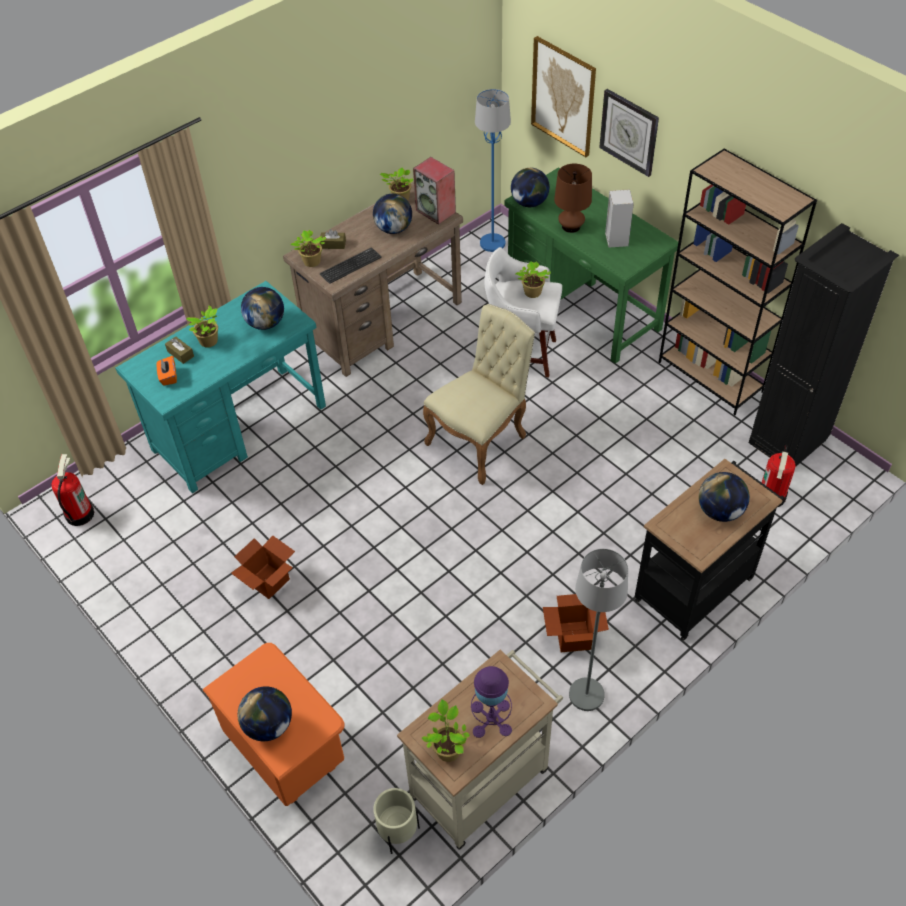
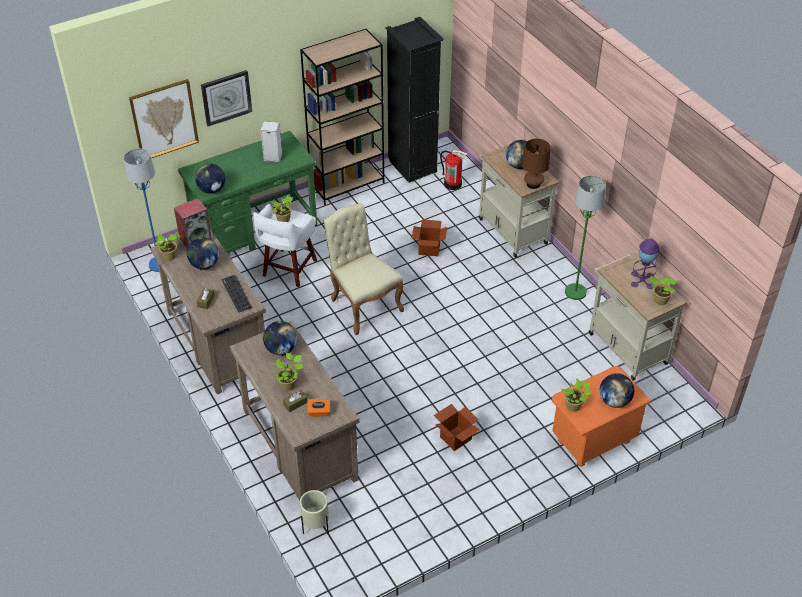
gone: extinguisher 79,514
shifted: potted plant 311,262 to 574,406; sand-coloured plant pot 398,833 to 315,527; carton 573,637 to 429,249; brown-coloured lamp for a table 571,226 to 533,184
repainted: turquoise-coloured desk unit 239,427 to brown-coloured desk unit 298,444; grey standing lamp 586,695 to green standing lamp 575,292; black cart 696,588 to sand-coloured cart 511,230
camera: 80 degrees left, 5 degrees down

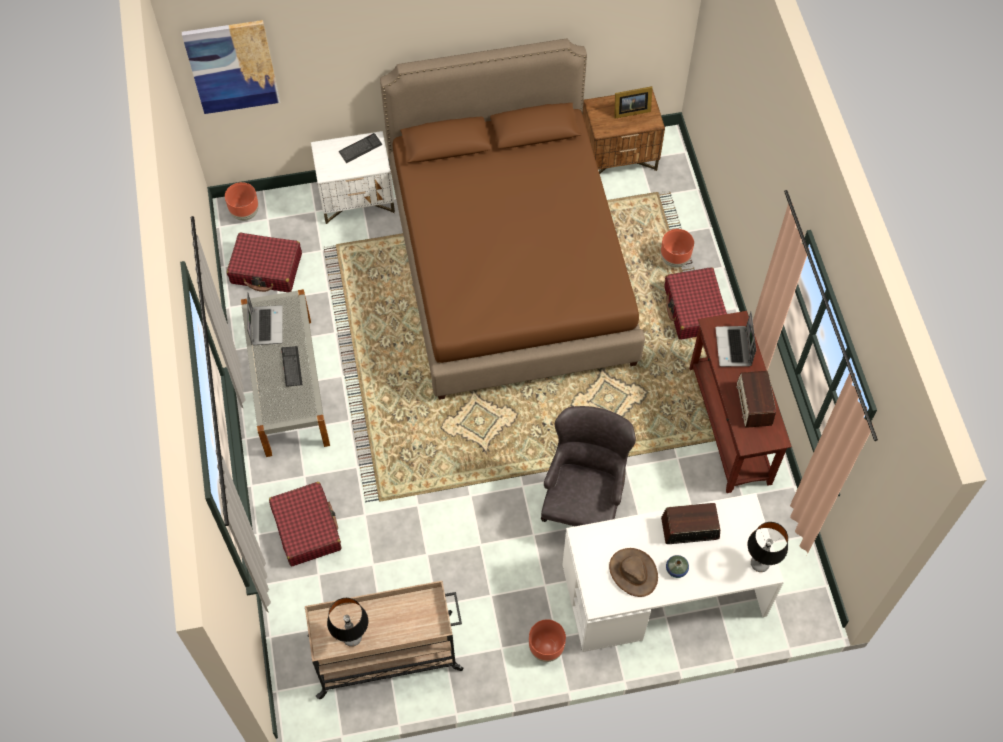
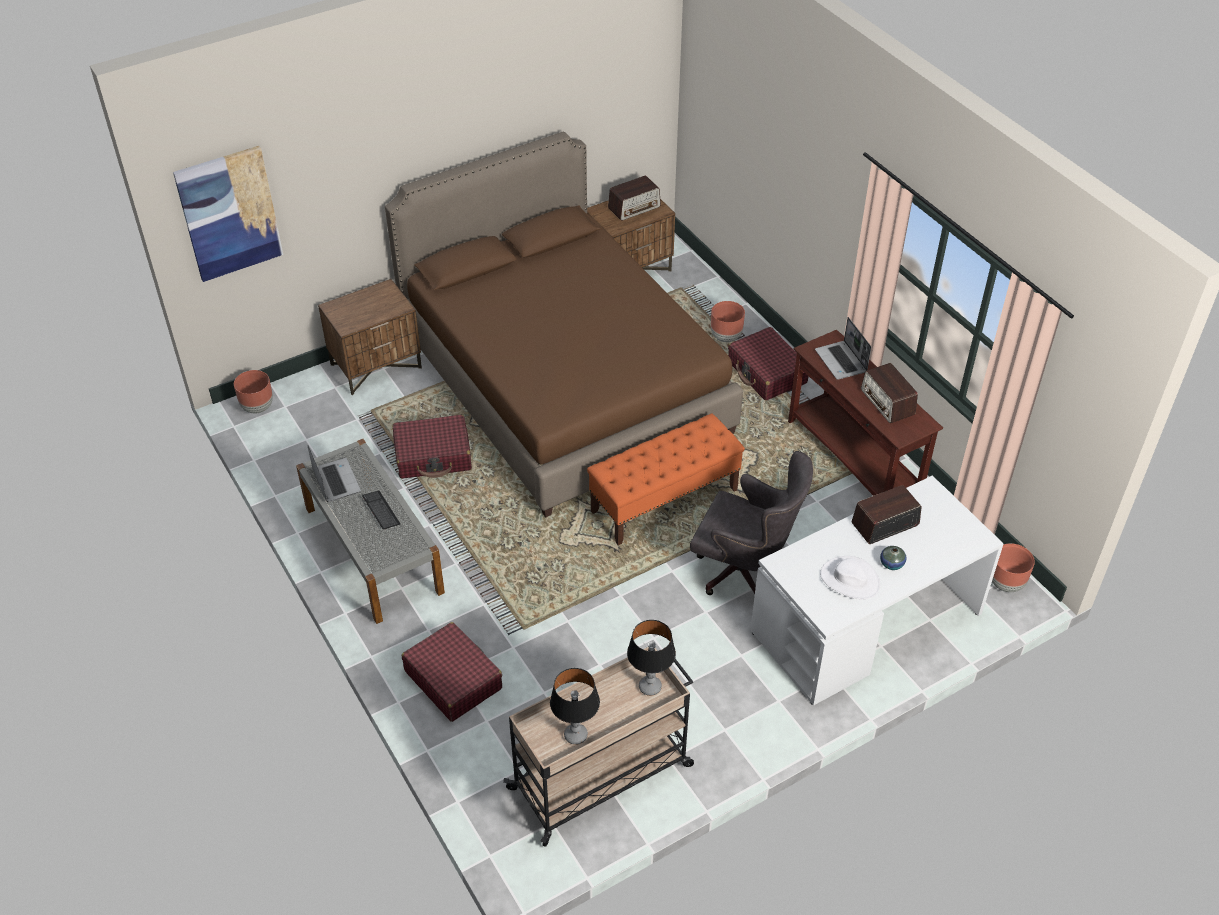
gone: keyboard 360,148
new: orange-coloured indoor bench 664,501
shifted: red travel case 266,269 to 433,456; brown-coloured plant pot 546,649 to 1006,584; lamp for a table 759,564 to 649,687
swapped: picture frame 630,111 to radio receiver 634,207
repainted: white bedside table 357,199 to brown-coloured bedside table 376,366; brown-coloured hat 633,572 to white hat 849,580
rotated: grey computer chair 582,508 = 744,573 120 degrees clockwise
camera: 20 degrees left, 15 degrees down

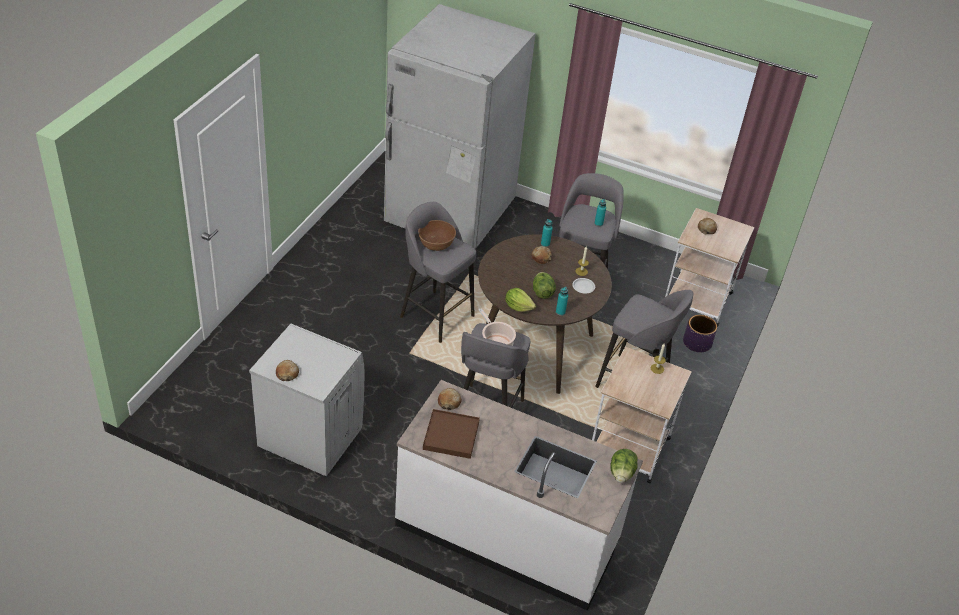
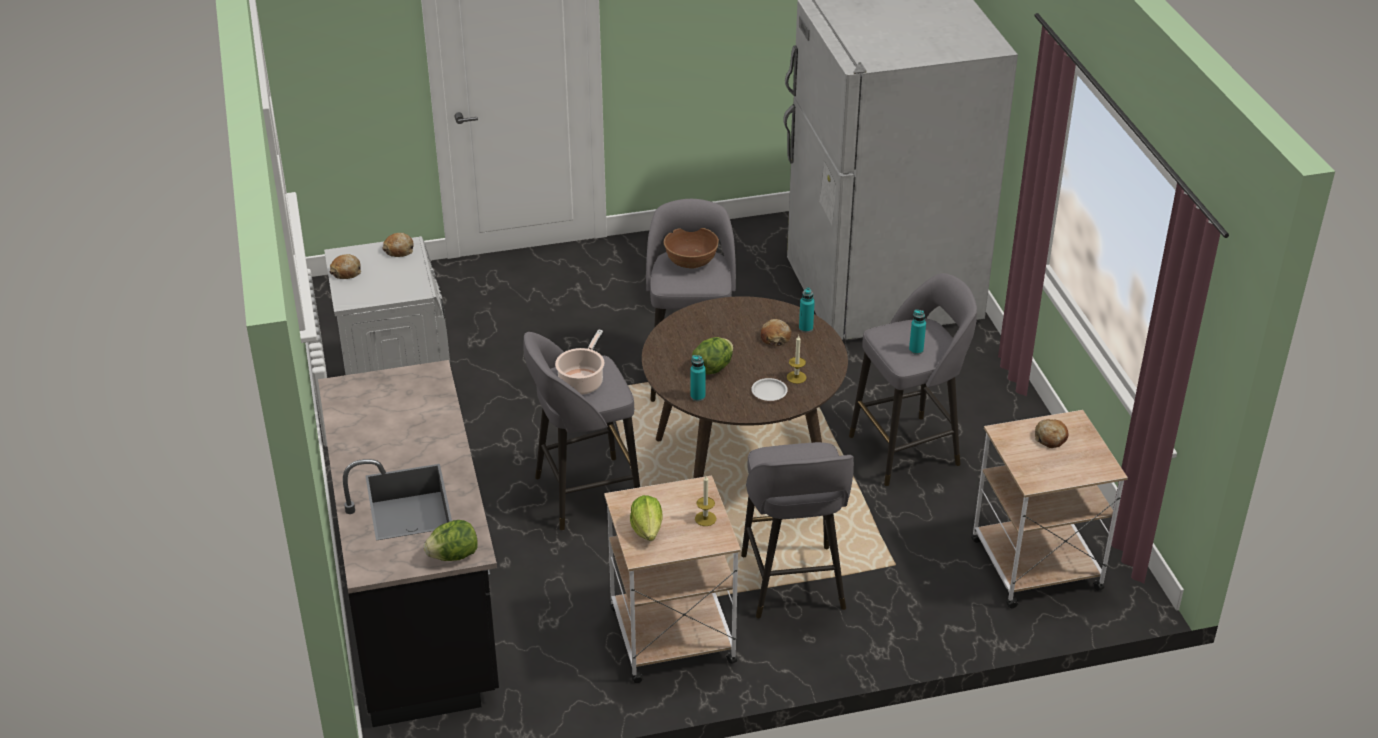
gone: brown-coloured tray 451,436; purple plant pot 697,343
shifted: bakery bread 449,402 to 399,250; lettuce head 518,307 to 647,529
repainted: white kitchen counter 507,533 to black kitchen counter 420,604
camera: 55 degrees right, 5 degrees down

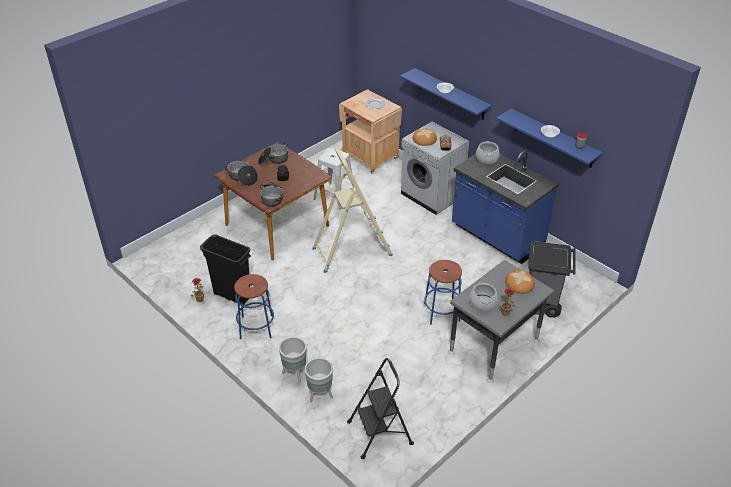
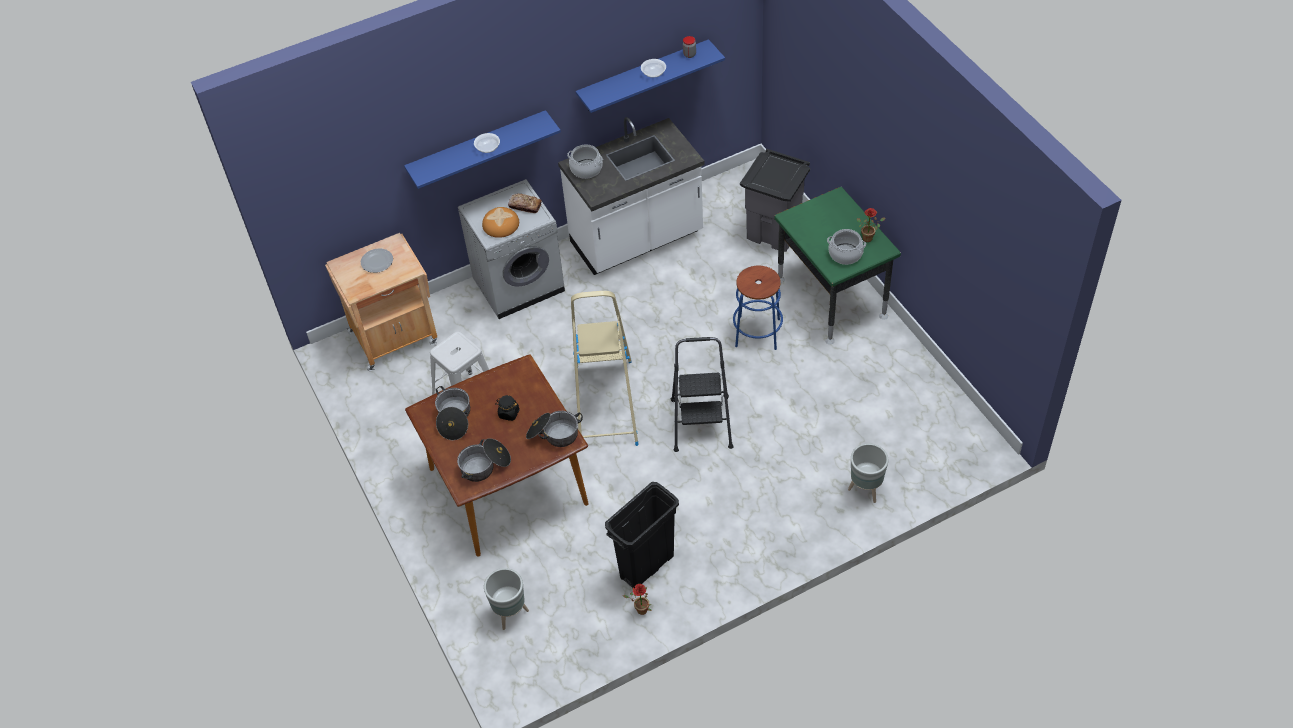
gone: blue-coloured sitting stool 256,327; bakery bread 519,284
shifted: grey plant pot 294,373 to 509,614; black step stool 382,432 to 701,420
repainted: grey desk unit 494,347 to green desk unit 832,297; blue-coloured kitchen counter 496,237 to white kitchen counter 637,240
camera: 70 degrees left, 10 degrees up

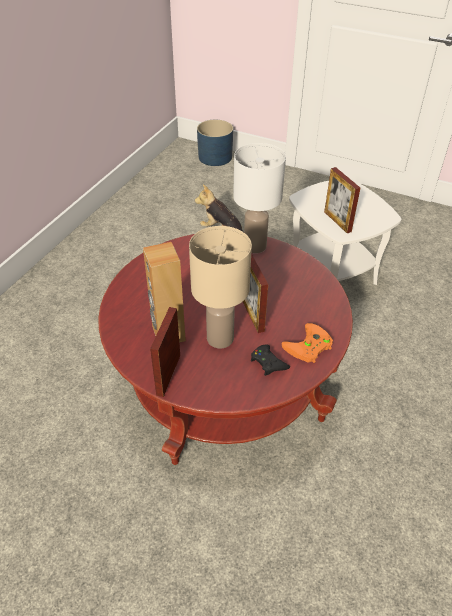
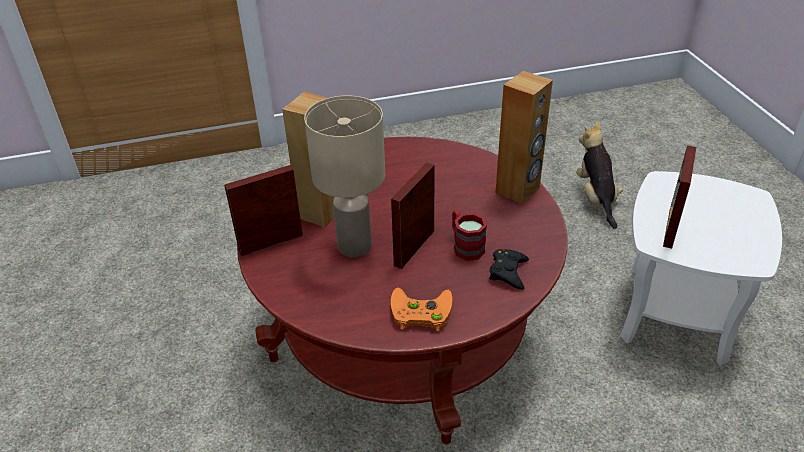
gone: blue-coloured plant pot 215,157
new: red tea mug 465,246
shifted: black game controller 268,362 to 508,272
swapped: white lamp for a table 254,246 to brown-coloured loudspeaker 518,190
camera: 50 degrees right, 5 degrees down

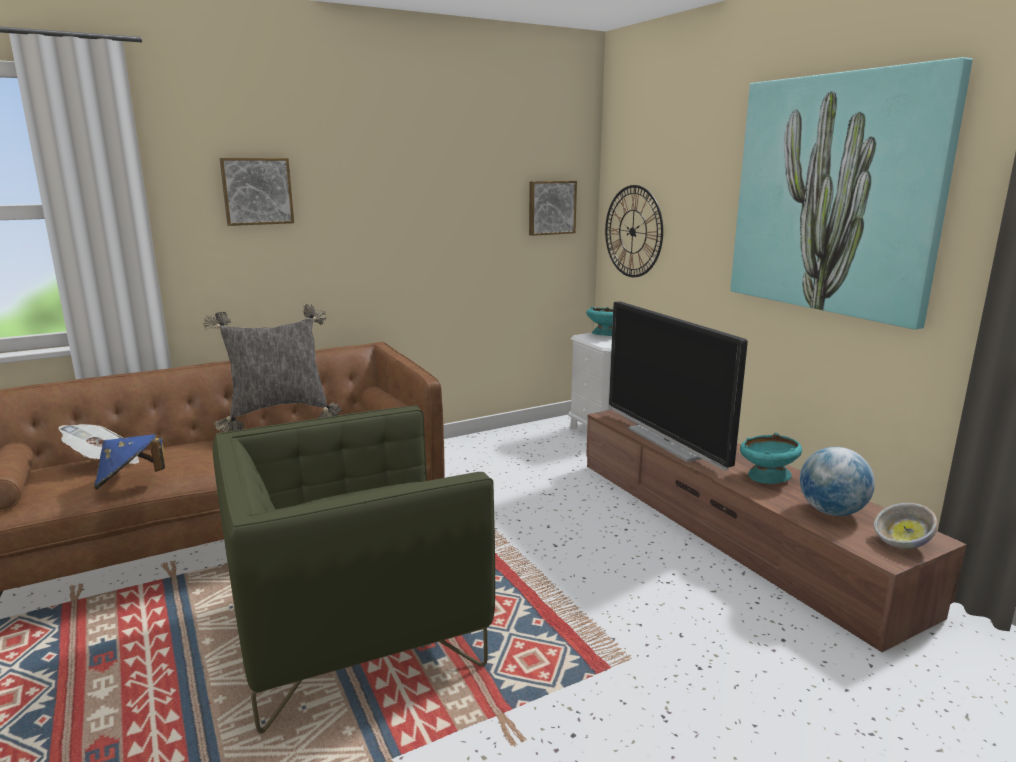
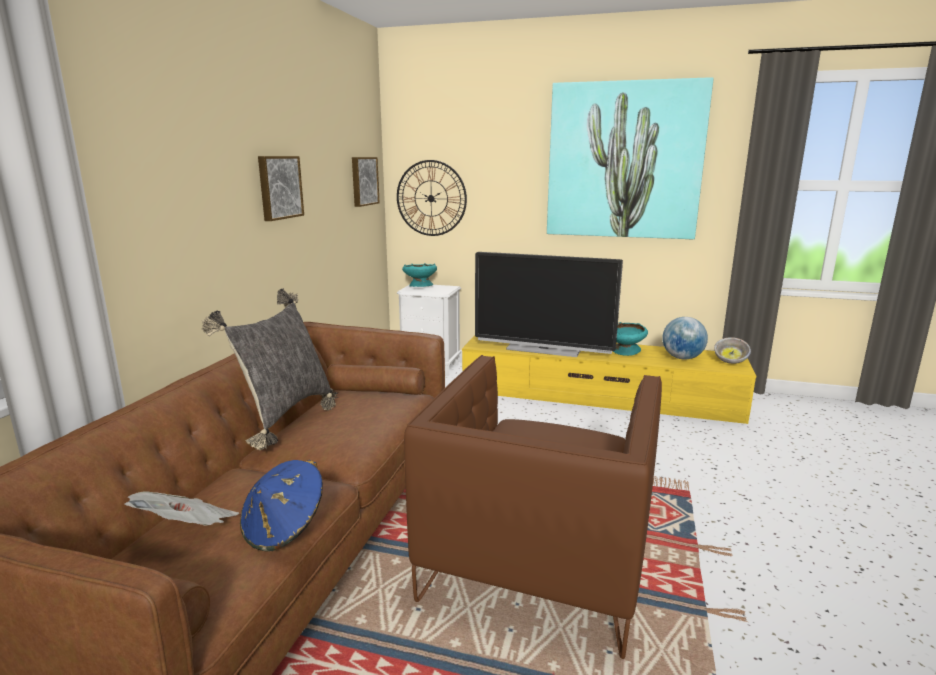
shifted: wall picture 257,191 to 279,187
repainted: green armchair 356,631 to brown-coloured armchair 539,561; brown-coloured media console 732,527 to yellow-coloured media console 598,394
camera: 45 degrees left, 0 degrees up

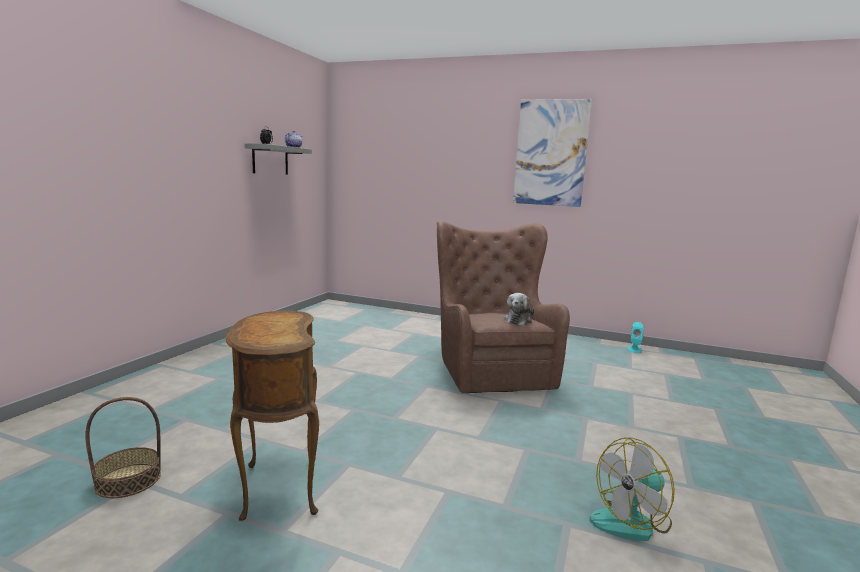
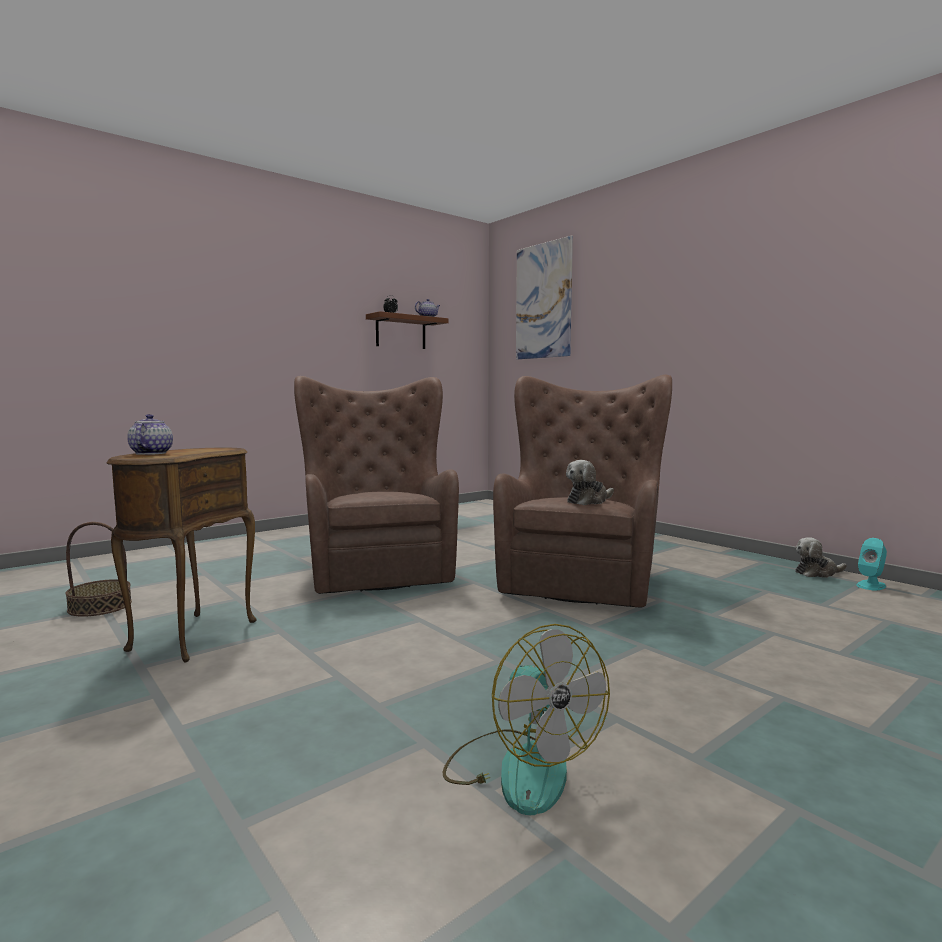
new: tea pot 151,453; brown-coloured armchair 377,568; cuddly toy 817,573
shifted: wall picture 551,153 to 543,301
repainted: grey shelf 270,160 to brown-coloured shelf 401,332
rotated: electric fan 632,521 = 520,768 120 degrees counterclockwise
camera: 30 degrees right, 5 degrees down

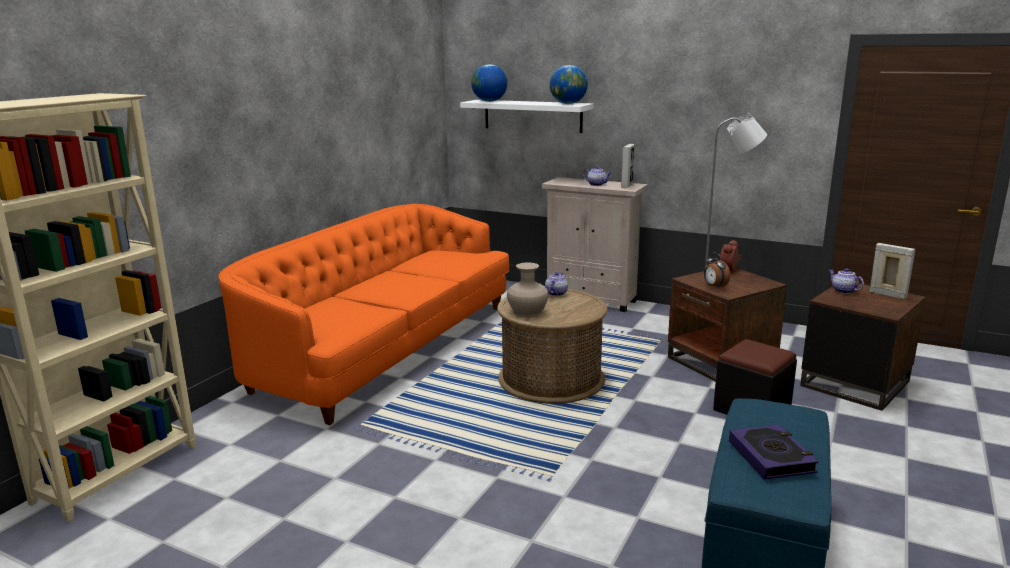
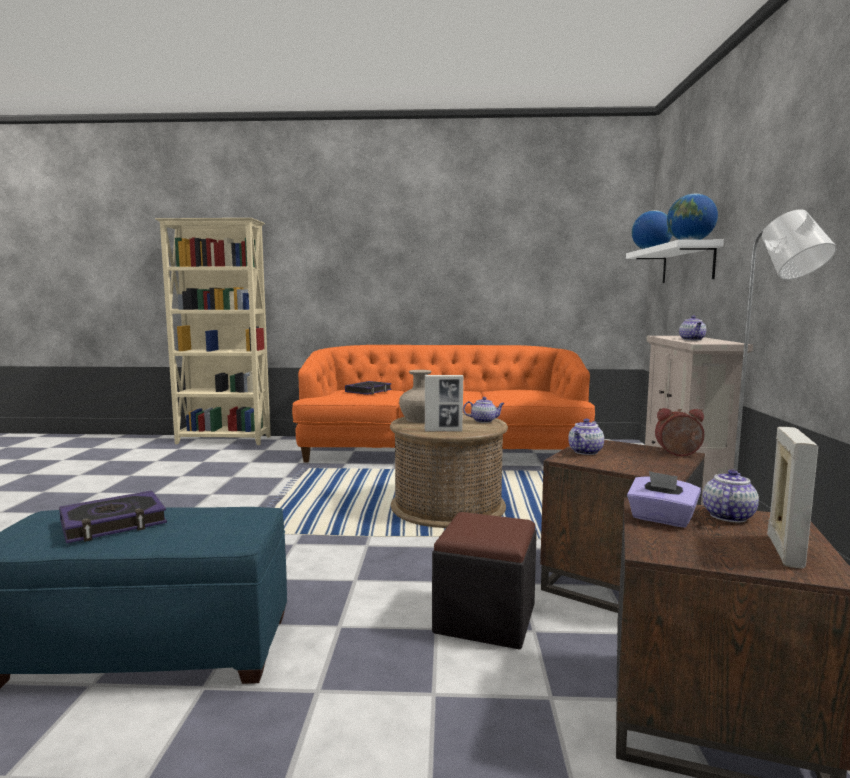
new: book 368,391; purple box of tissues 661,519
shifted: picture frame 627,185 to 443,431
swapped: bedside clock 714,287 to tea pot 585,452
camera: 65 degrees right, 10 degrees down

